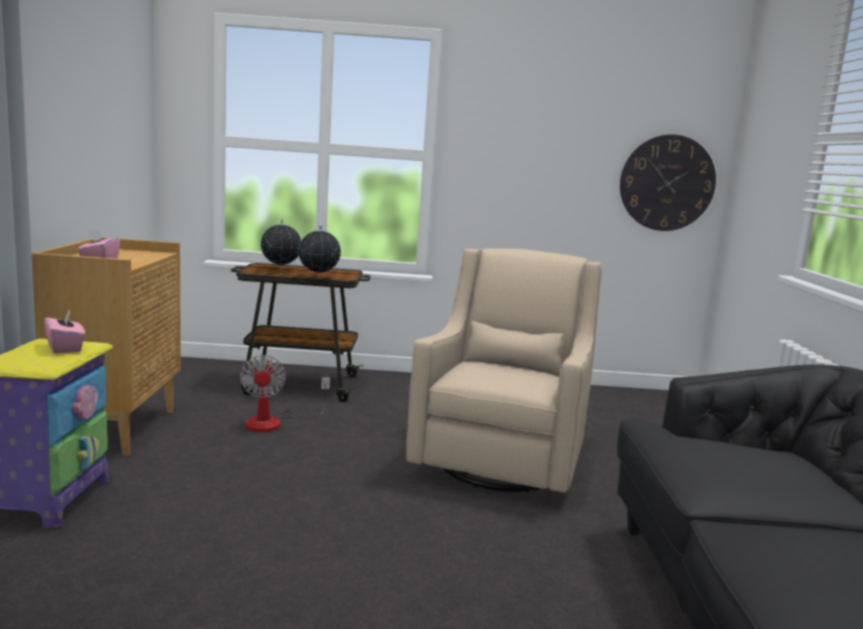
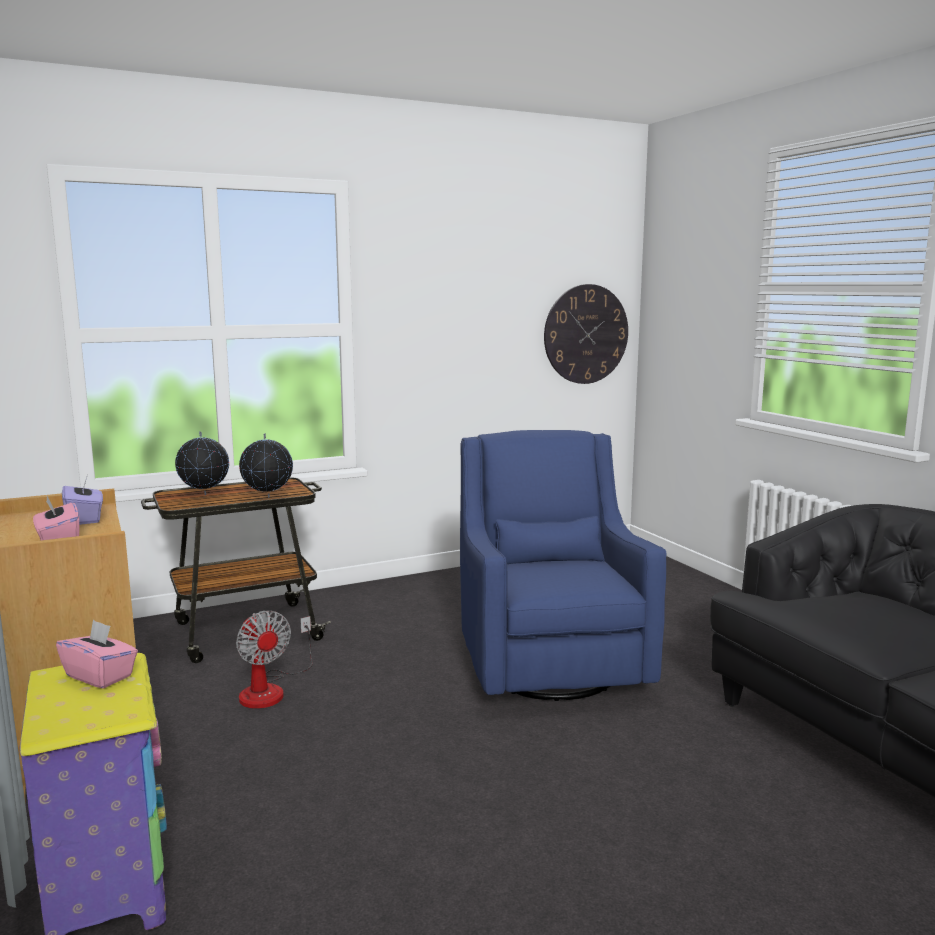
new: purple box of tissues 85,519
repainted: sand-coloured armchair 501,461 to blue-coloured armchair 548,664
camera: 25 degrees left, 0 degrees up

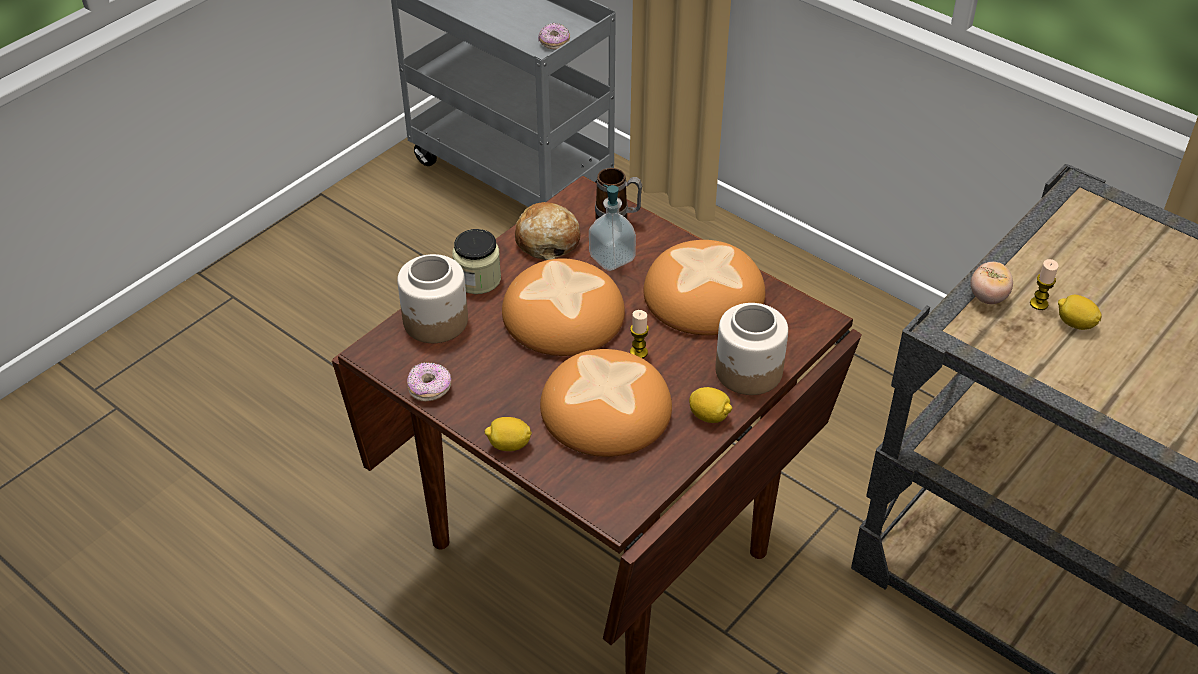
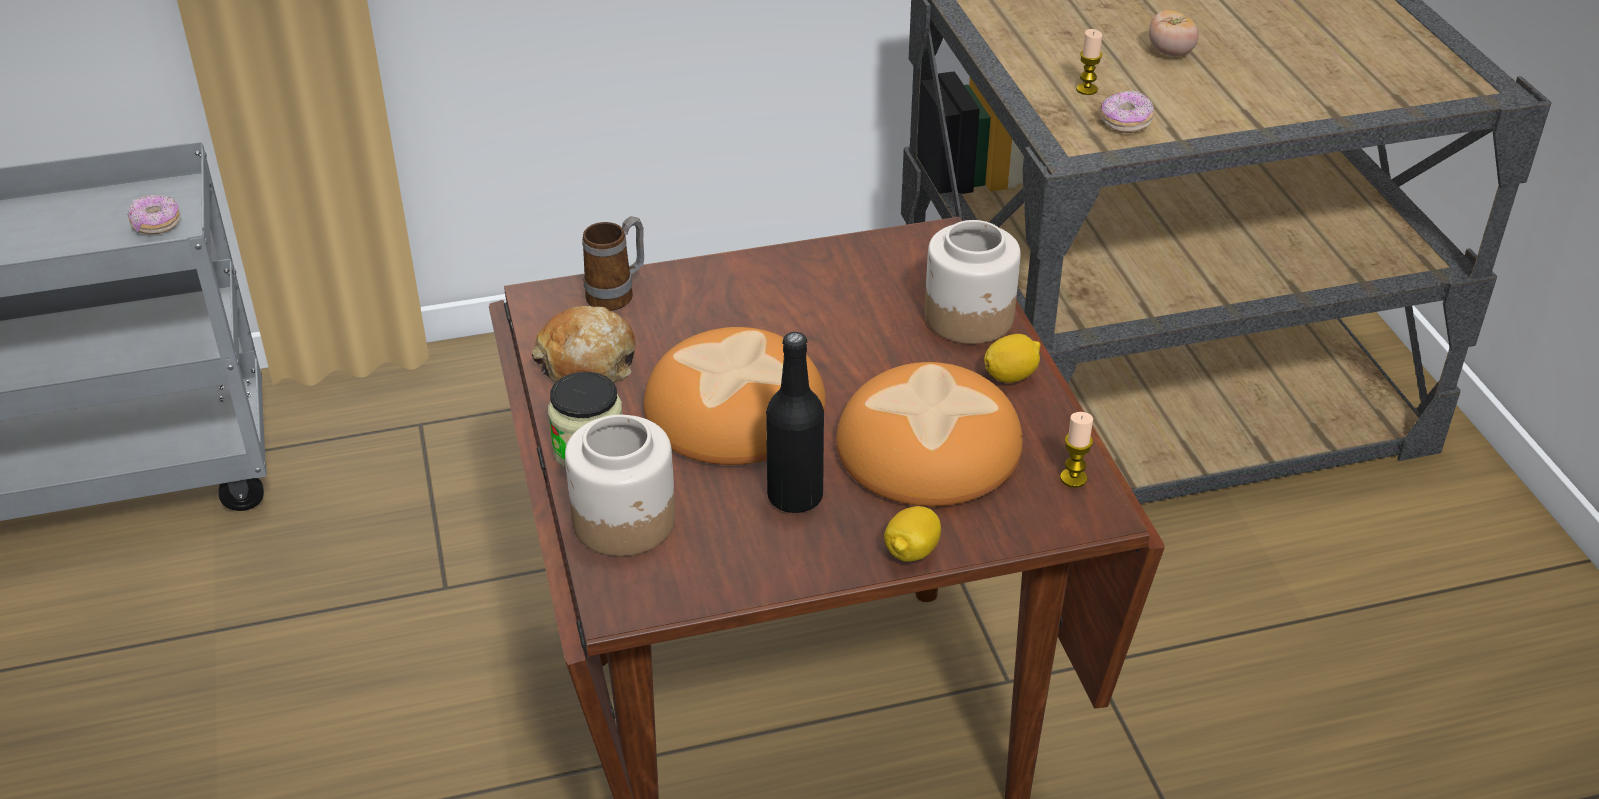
gone: soap bottle 612,258; bakery bread 702,296; lemon 1075,324
new: black beverage bottle 795,496
shifted: doughnut 430,389 to 1125,123; wax candle 638,352 to 1073,478; fresh tomato 988,297 to 1170,52
camera: 55 degrees left, 5 degrees down

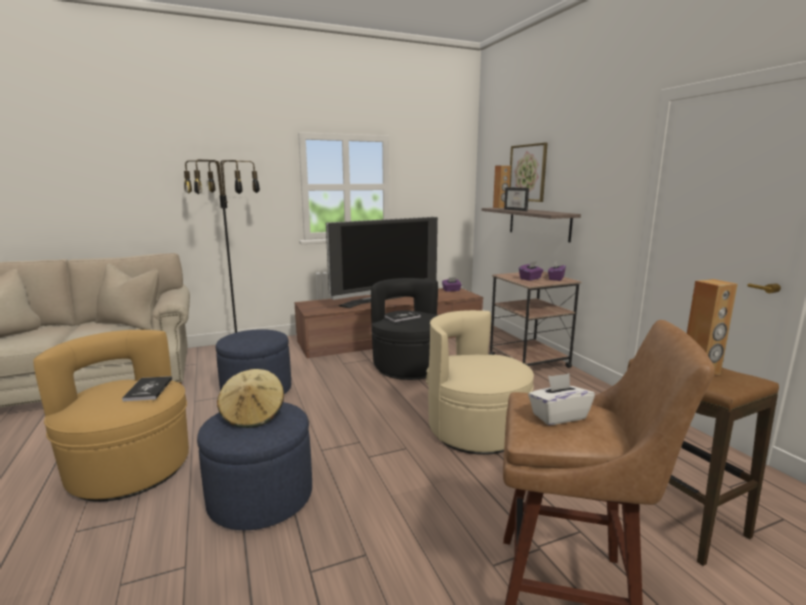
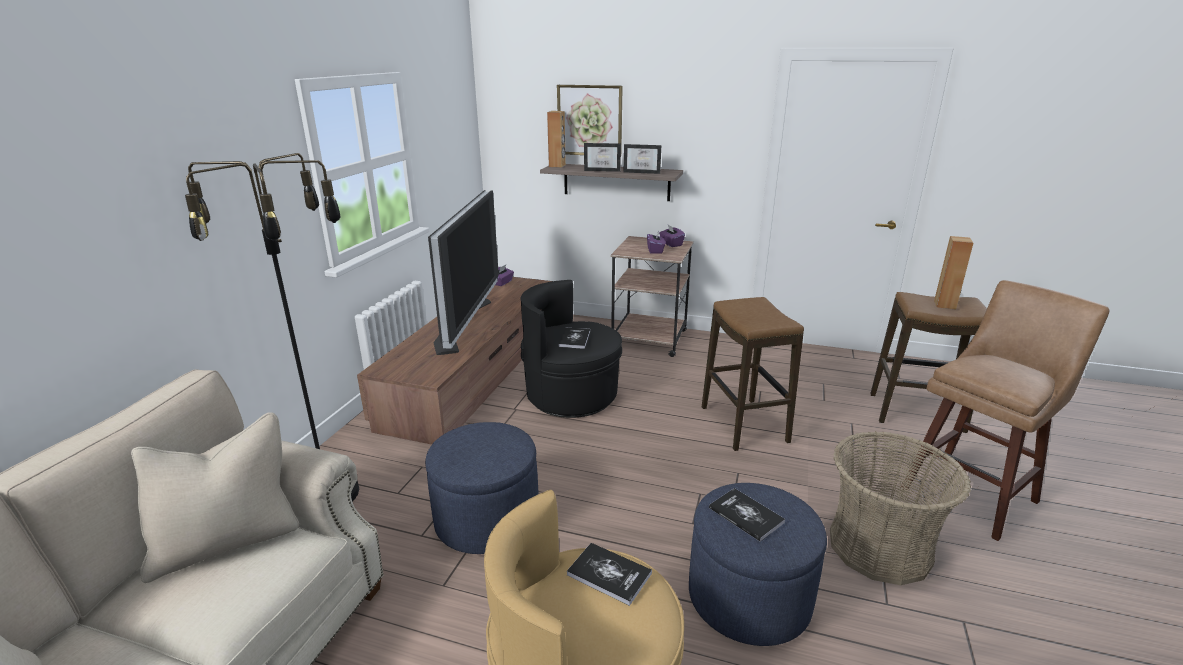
gone: white box of tissues 558,416
new: picture frame 643,172; storage basket 879,547
swapped: sand-coloured hat 253,415 to book 746,515; sand-coloured armchair 476,430 to sitting stool 743,424
camera: 50 degrees left, 10 degrees up

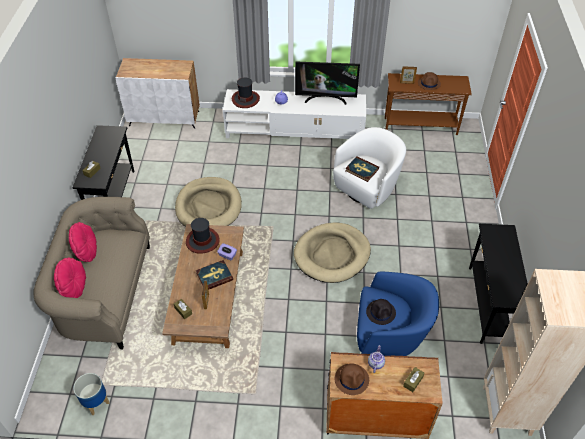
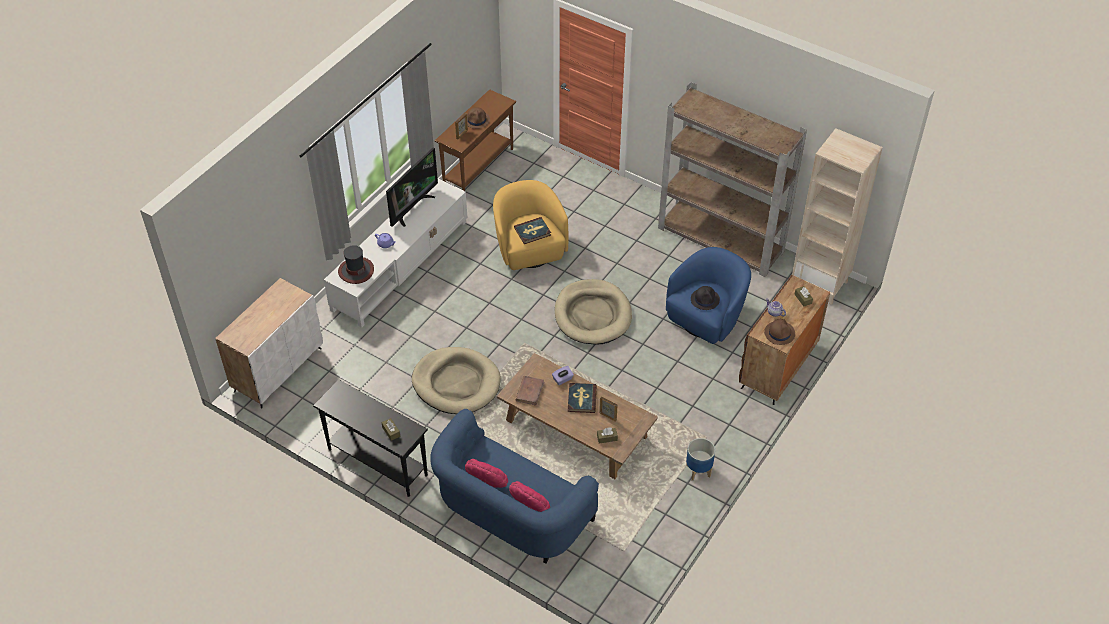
shifted: plant pot 96,402 to 698,470
swapped: hat 202,241 to brown-coloured book 530,391; black console table 488,305 to brown-coloured bookcase 720,240
repainted: sand-coloured settee 104,293 to blue-coloured settee 512,514; white armchair 367,187 to yellow-coloured armchair 529,248
camera: 60 degrees left, 0 degrees up

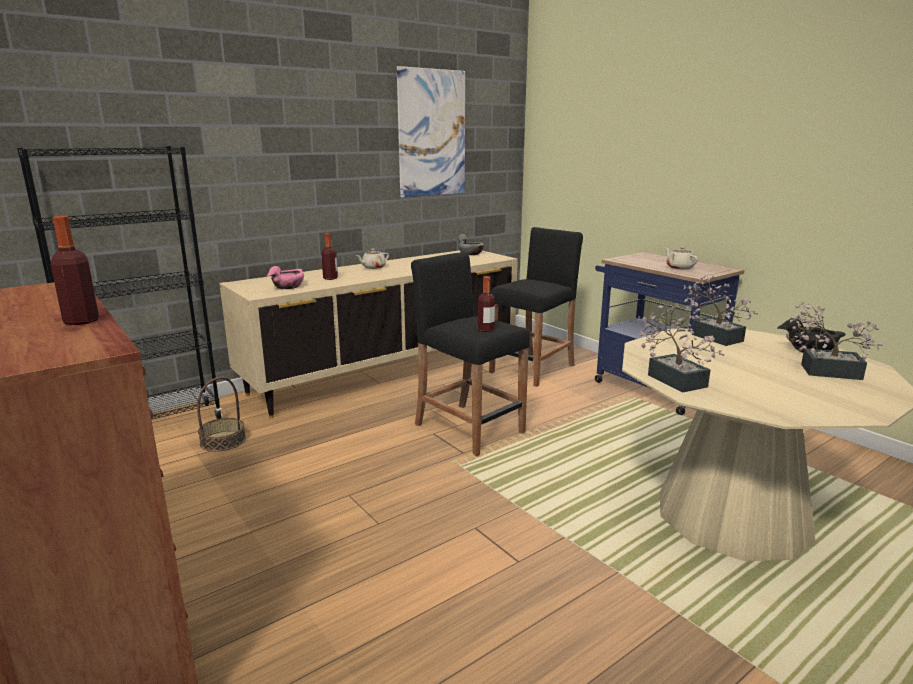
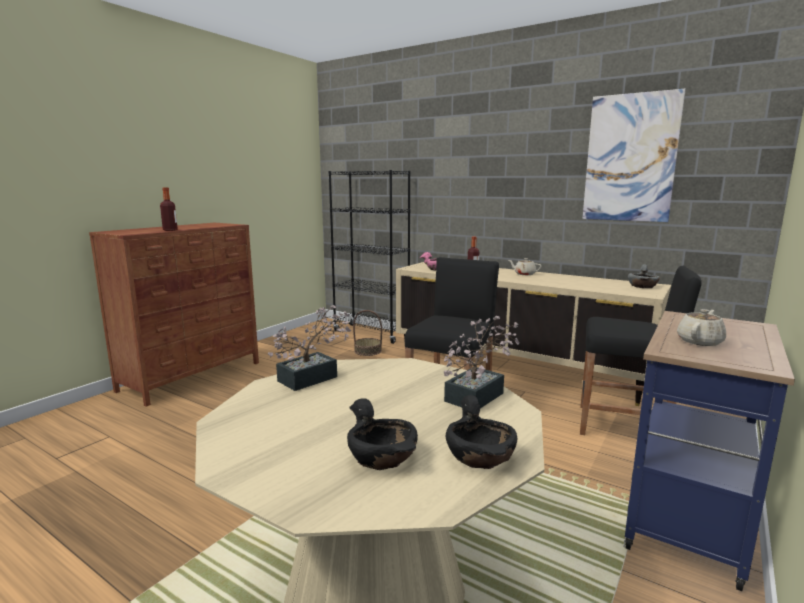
gone: beverage bottle 486,330
swapped: potted plant 823,371 to black deep dish 382,457
camera: 70 degrees right, 5 degrees down

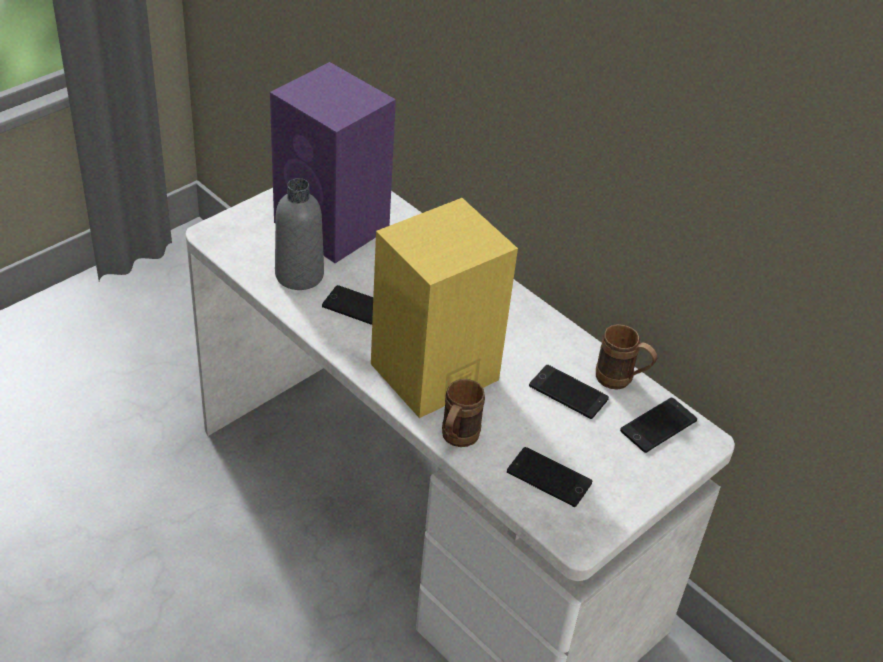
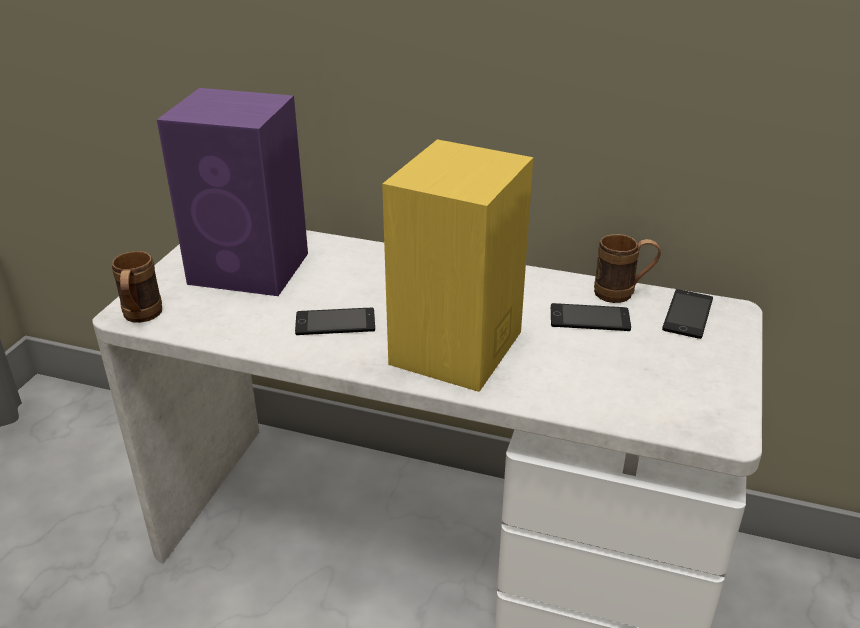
gone: grey beverage bottle 299,275; handset 549,477
shifted: brown-coloured tea mug 456,440 to 140,318
camera: 25 degrees left, 10 degrees down

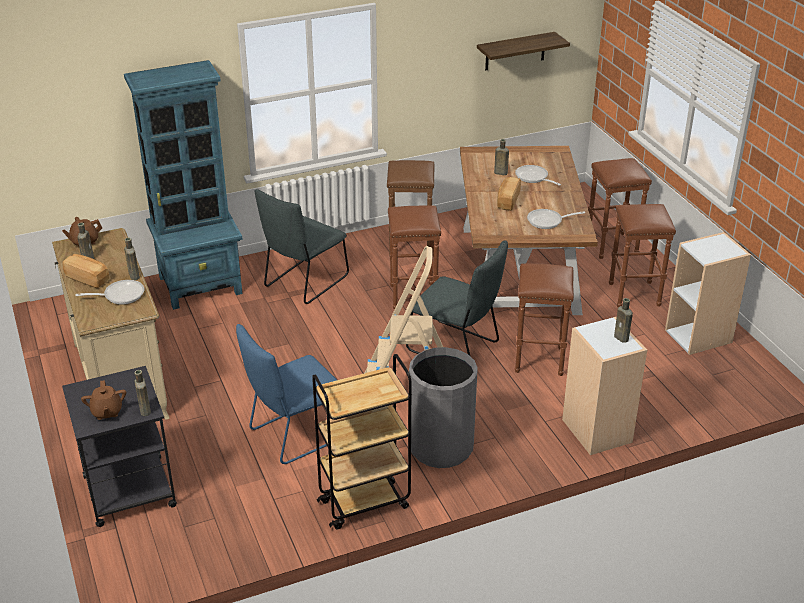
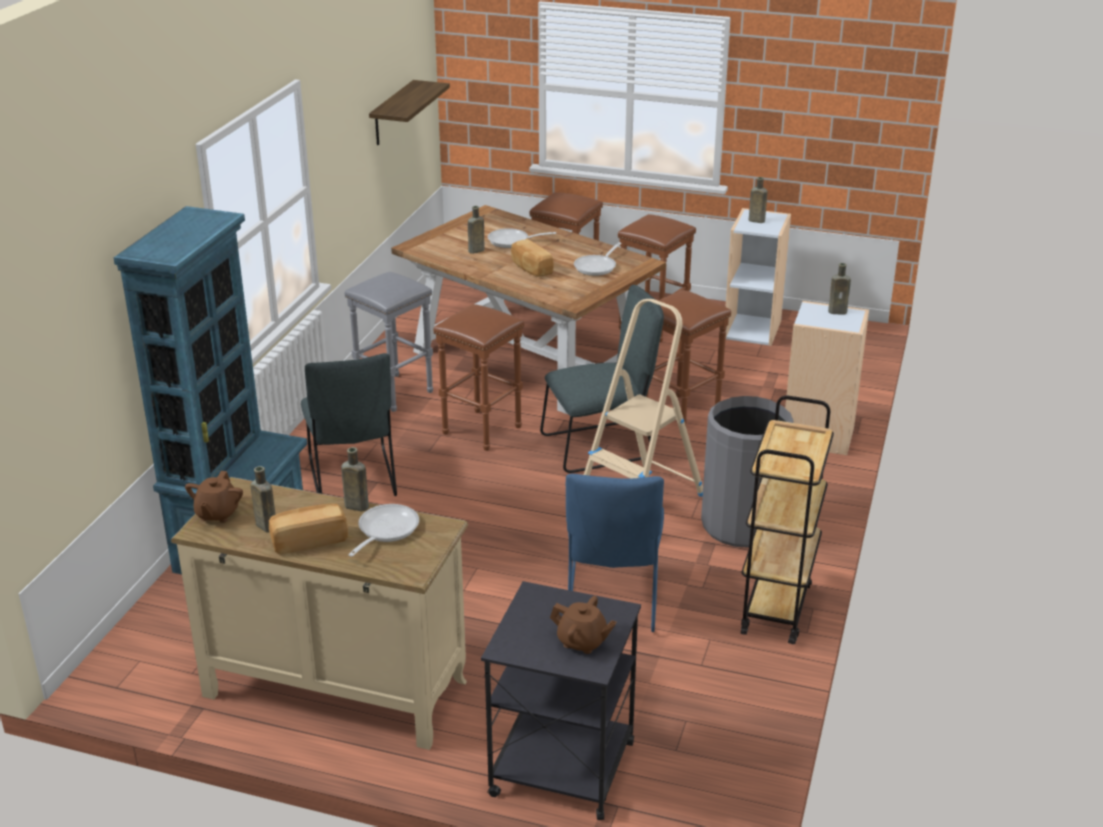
shifted: brown-coloured beverage bottle 144,409 to 755,220
repainted: brown-coloured sitting stool 409,245 to grey sitting stool 393,392
camera: 50 degrees left, 5 degrees down

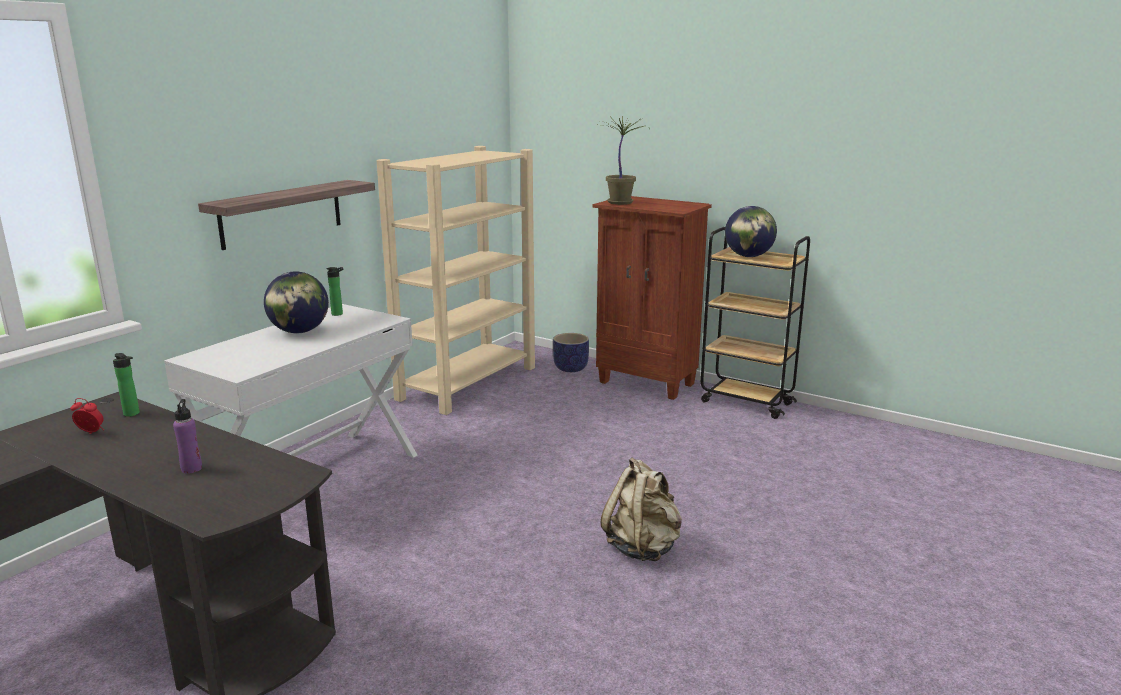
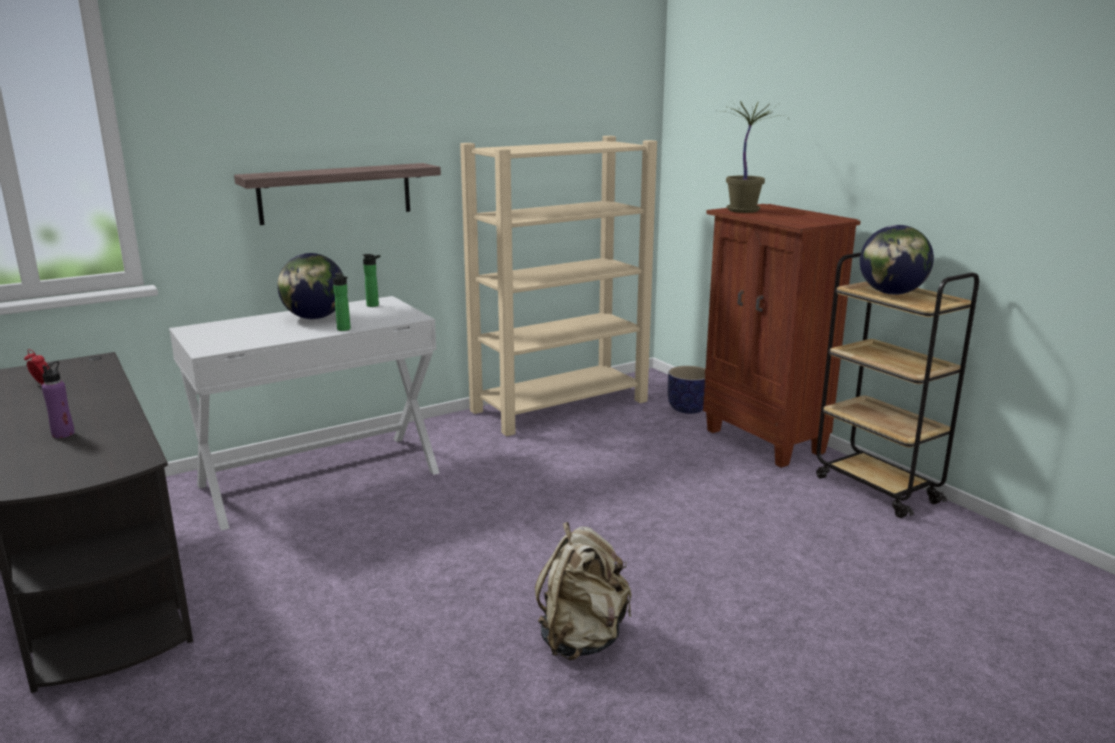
shifted: beverage bottle 133,414 to 344,329
camera: 25 degrees right, 0 degrees up

